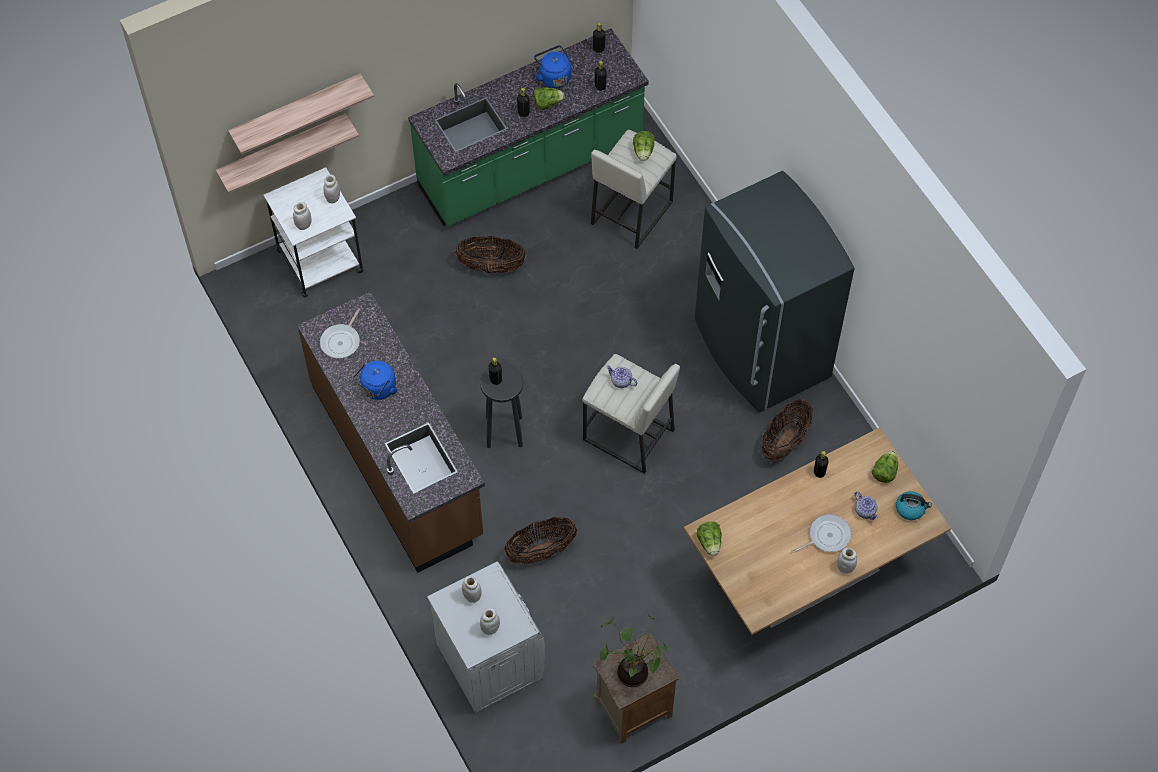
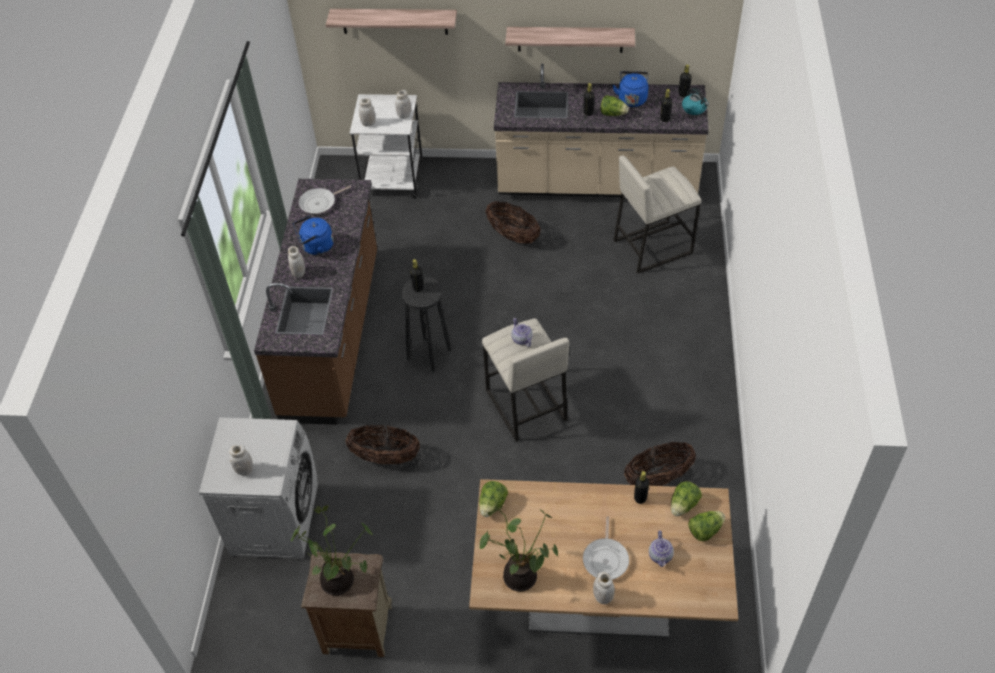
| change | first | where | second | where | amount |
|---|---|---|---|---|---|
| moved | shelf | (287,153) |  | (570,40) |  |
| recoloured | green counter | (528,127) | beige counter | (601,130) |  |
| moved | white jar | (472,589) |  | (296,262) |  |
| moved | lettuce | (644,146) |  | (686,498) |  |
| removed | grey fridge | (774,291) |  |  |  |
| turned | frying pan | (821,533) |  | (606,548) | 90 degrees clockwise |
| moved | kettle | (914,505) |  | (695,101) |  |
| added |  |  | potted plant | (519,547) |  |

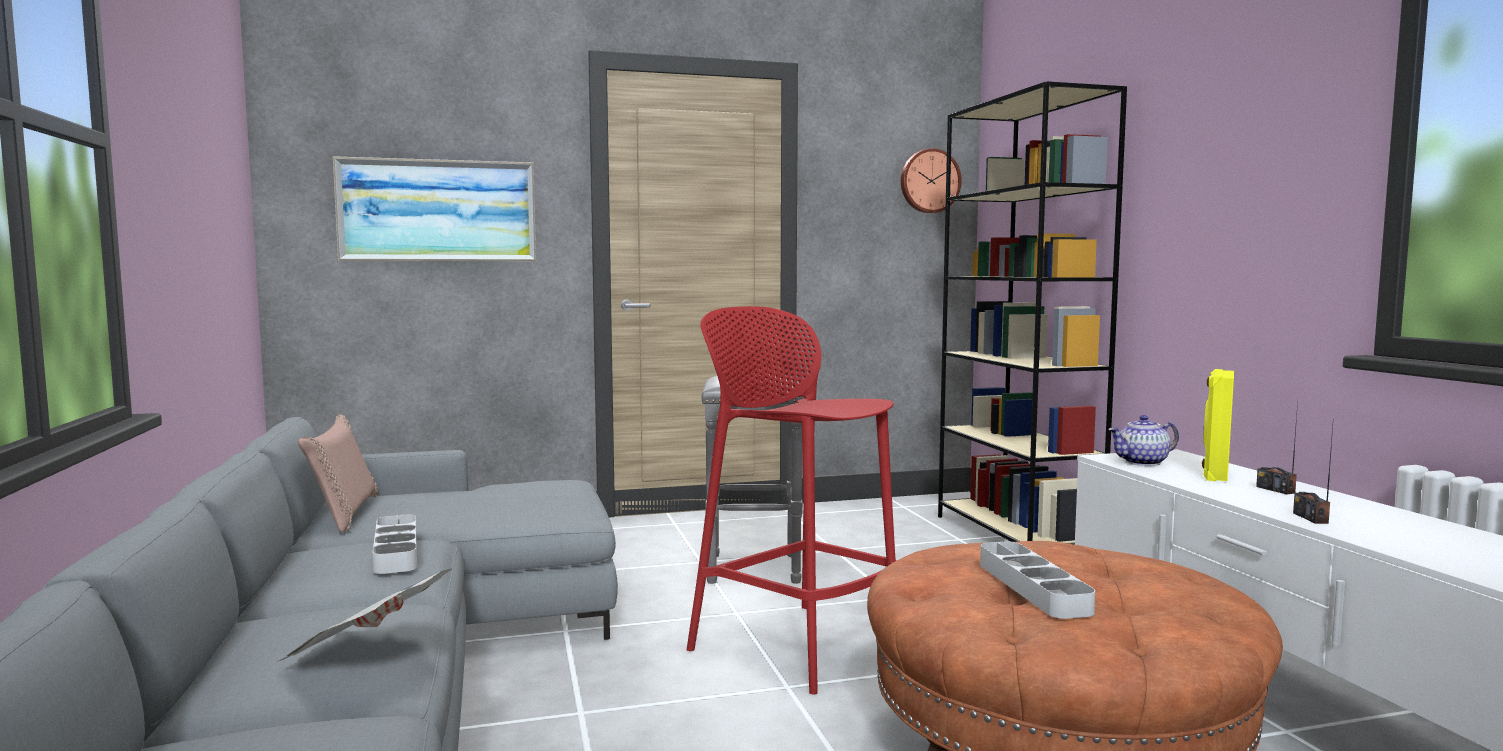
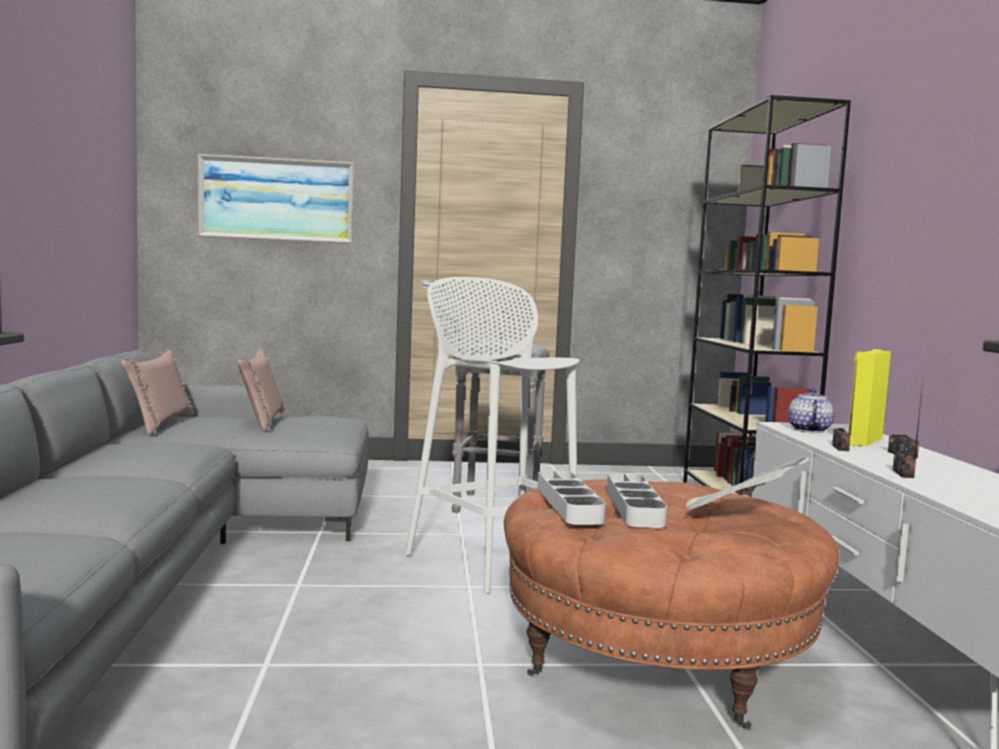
| change | first | where | second | where | amount |
|---|---|---|---|---|---|
| moved | newspaper | (364,615) |  | (748,484) |  |
| moved | grey tray | (395,544) |  | (571,497) |  |
| recoloured | red stool | (792,500) | white stool | (492,435) |  |
| removed | wall clock | (931,180) |  |  |  |
| turned | teapot | (1143,440) |  | (811,410) | 105 degrees clockwise |
| added |  |  | beige pillow | (261,390) |  |
| added |  |  | radio | (844,411) |  |

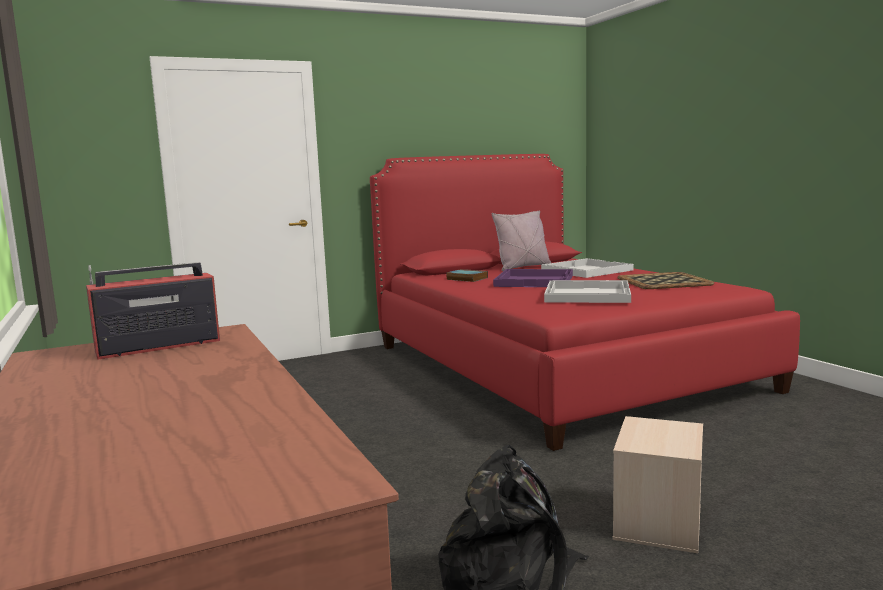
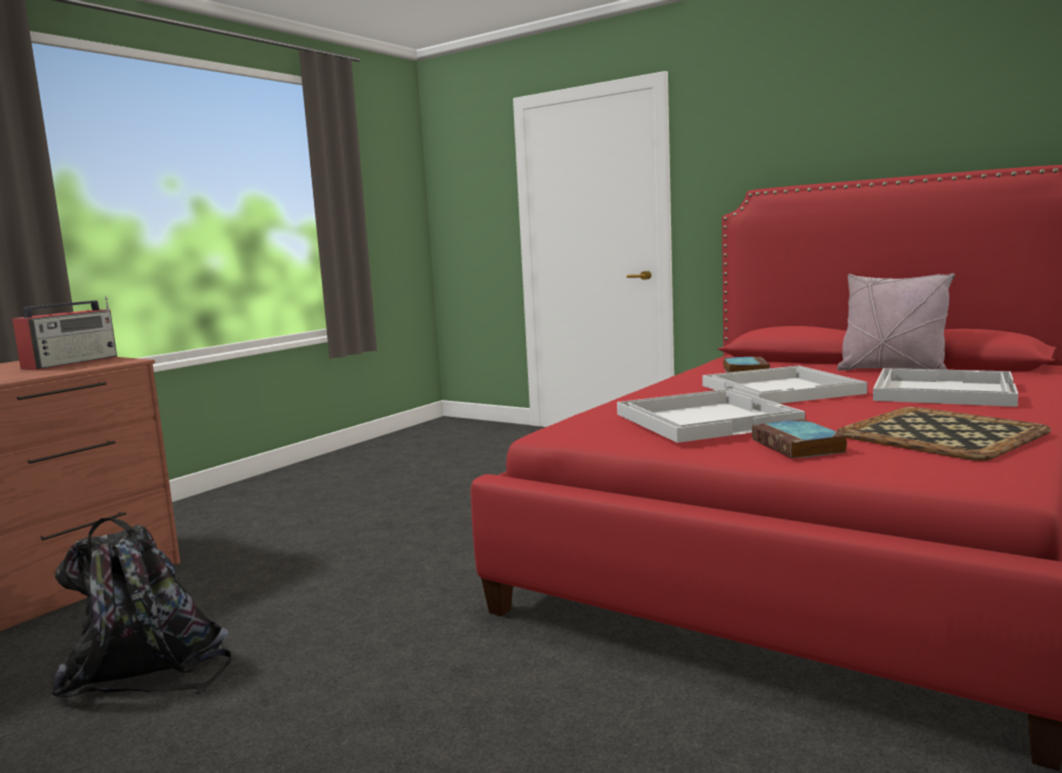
| change | first | where | second | where | amount |
|---|---|---|---|---|---|
| turned | radio | (153,311) |  | (64,333) | 90 degrees clockwise |
| recoloured | purple tray | (533,278) | white tray | (784,385) |  |
| removed | beige storage box | (658,484) |  |  |  |
| added |  |  | book | (799,439) |  |

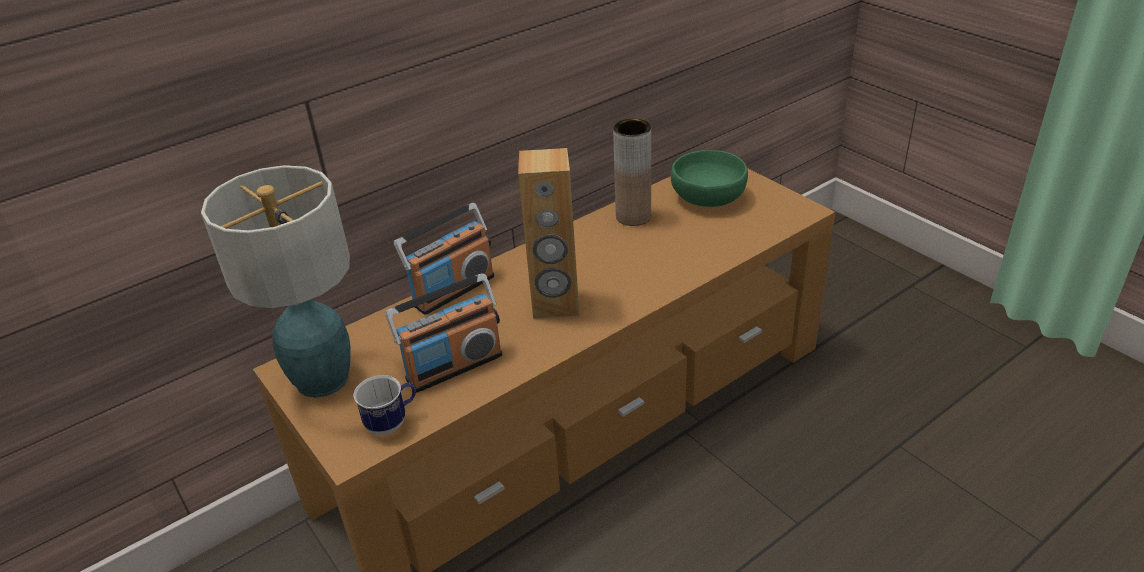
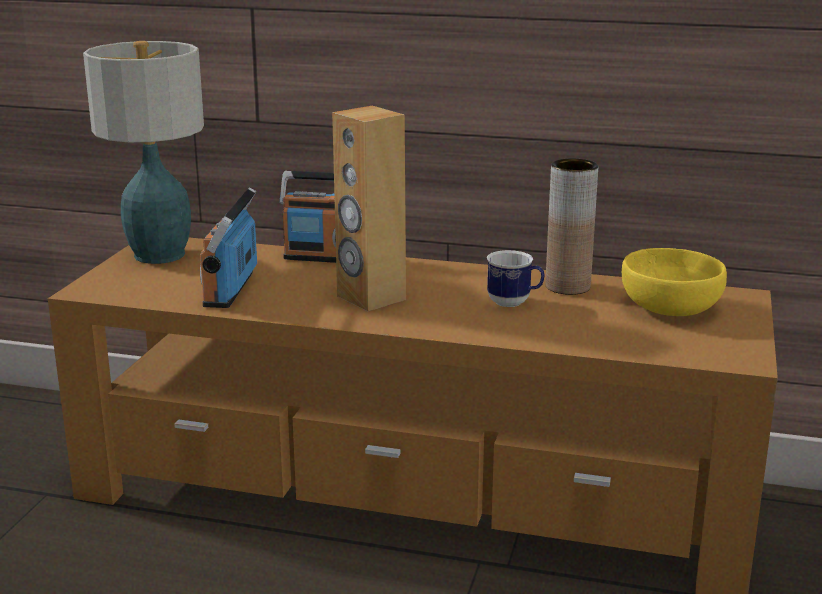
| change | first | where | second | where | amount |
|---|---|---|---|---|---|
| moved | mug | (384,405) |  | (516,278) |  |
| turned | radio | (444,333) |  | (228,247) | 75 degrees clockwise |
| recoloured | green bowl | (709,178) | yellow bowl | (674,282) |  |

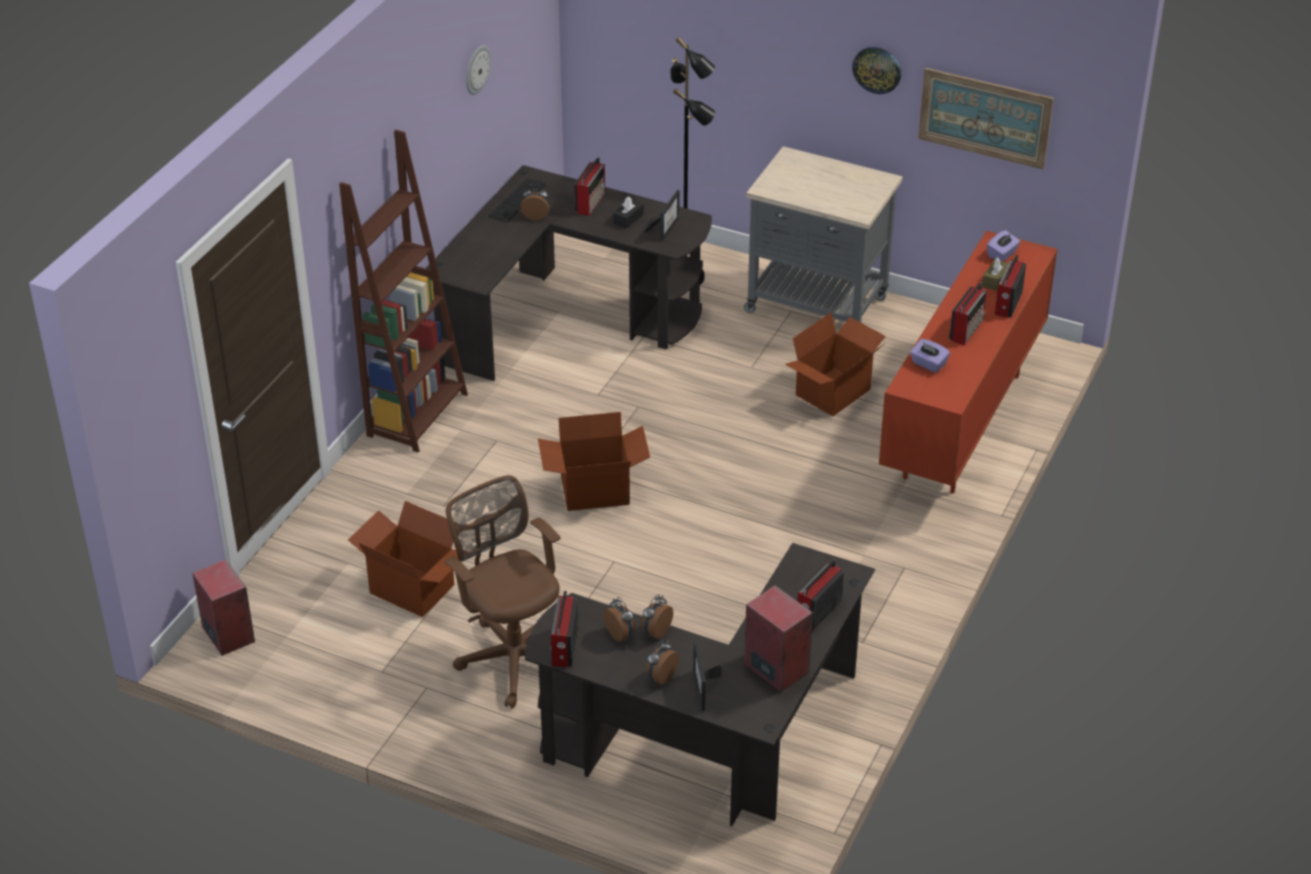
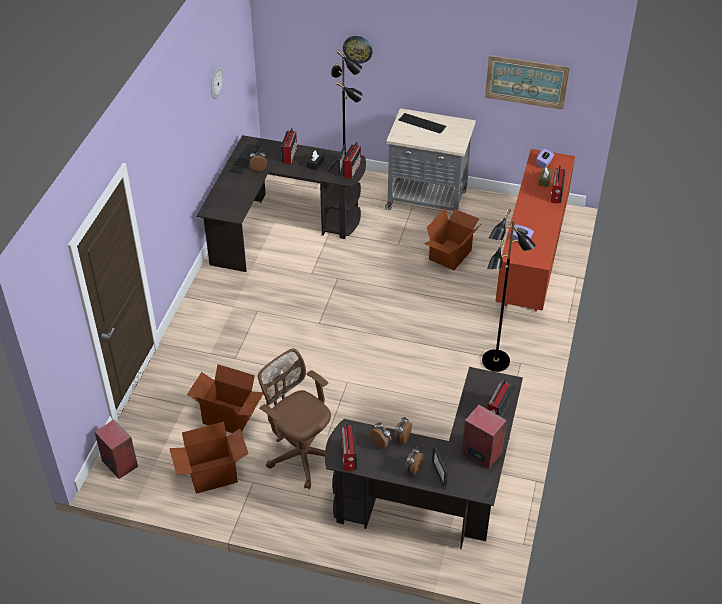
| change | first | where | second | where | amount |
|---|---|---|---|---|---|
| removed | brown bookcase | (403,291) |  |  |  |
| moved | cardboard box | (594,461) |  | (209,458) |  |
| moved | wall clock | (876,70) |  | (358,50) |  |
| moved | radio | (968,313) |  | (352,160) |  |
| added |  |  | keyboard | (422,123) |  |
| added |  |  | black floor lamp | (509,290) |  |

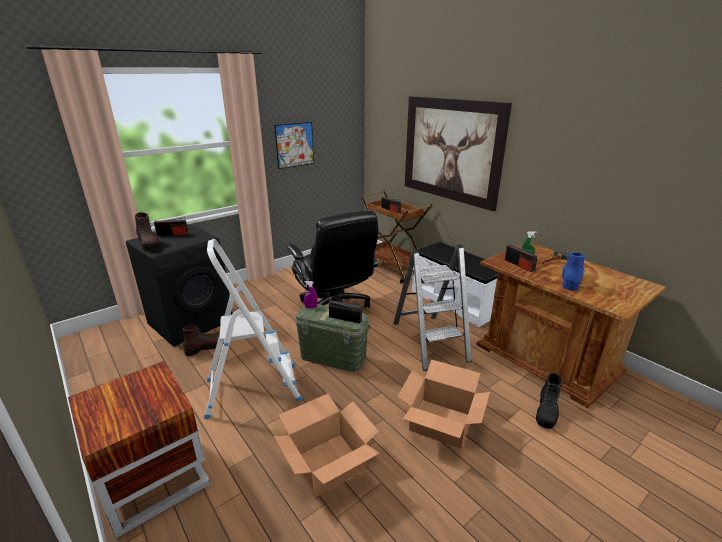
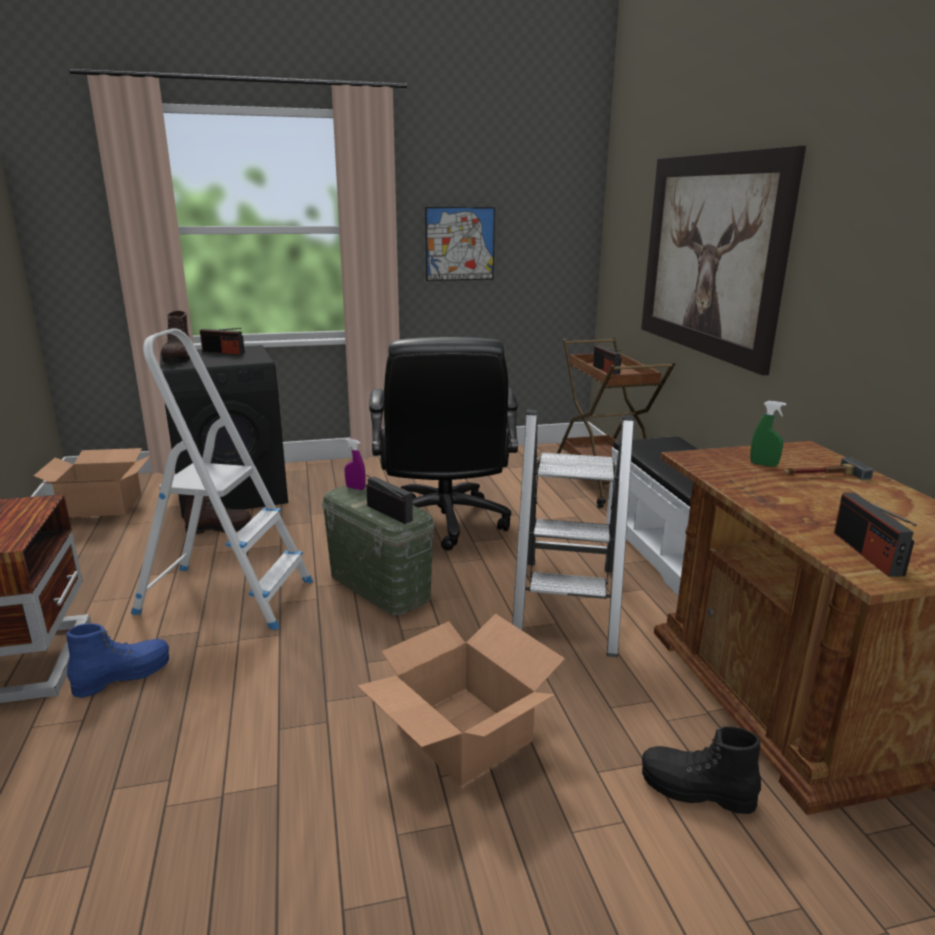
| change | first | where | second | where | amount |
|---|---|---|---|---|---|
| moved | cardboard box | (327,446) |  | (92,482) |  |
| moved | radio | (521,258) |  | (875,535) |  |
| turned | black boot | (549,401) |  | (701,770) | 60 degrees clockwise |
| moved | blue boot | (573,271) |  | (117,660) |  |

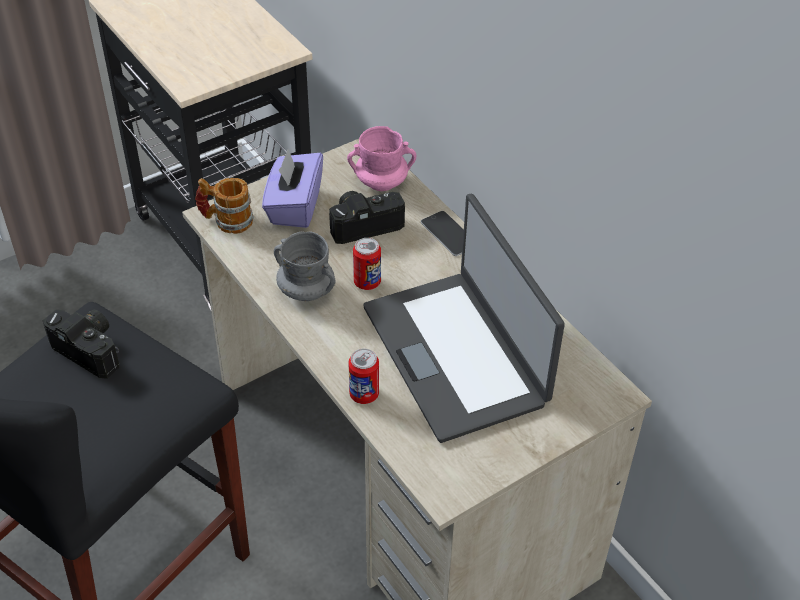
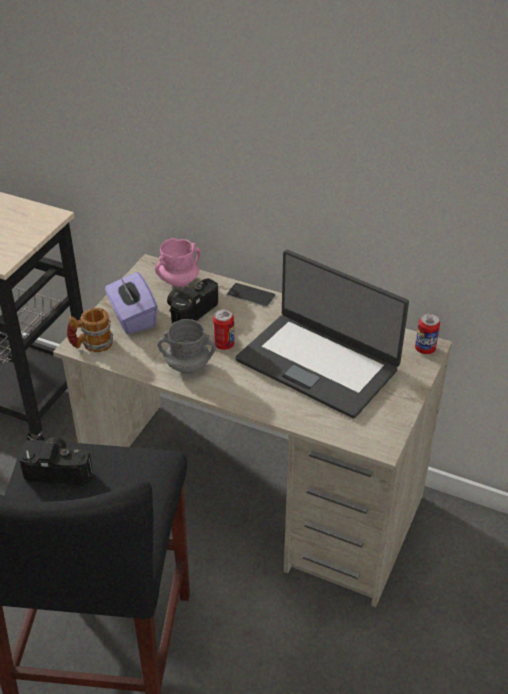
| change | first | where | second | where | amount |
|---|---|---|---|---|---|
| moved | can | (364,376) |  | (427,334) |  |

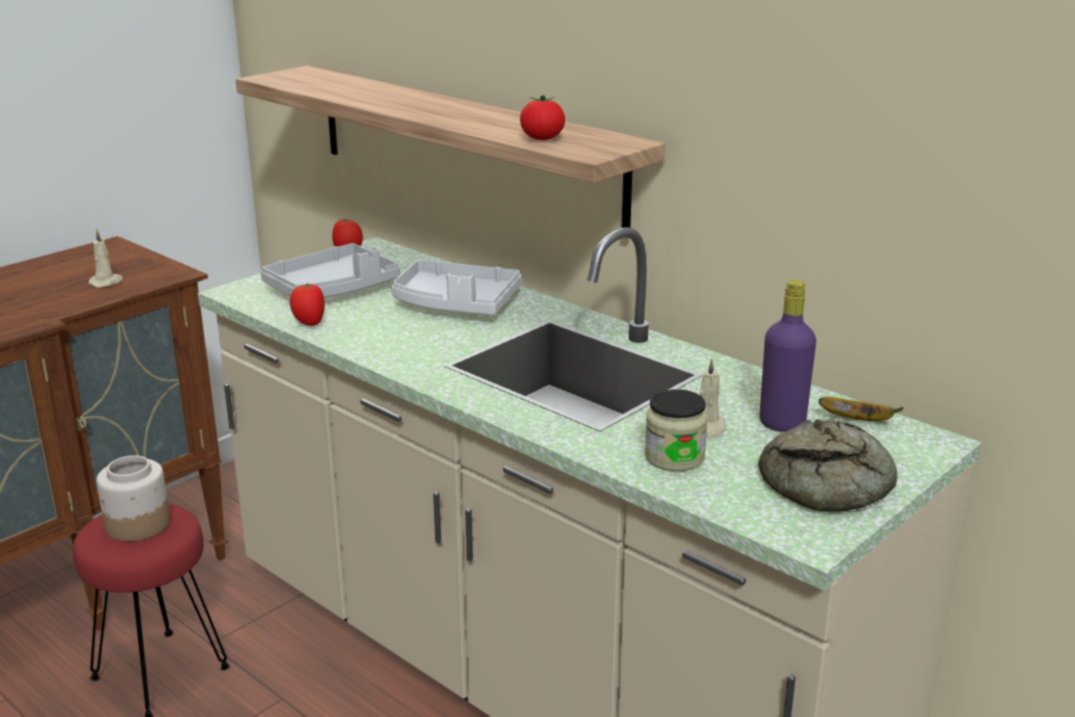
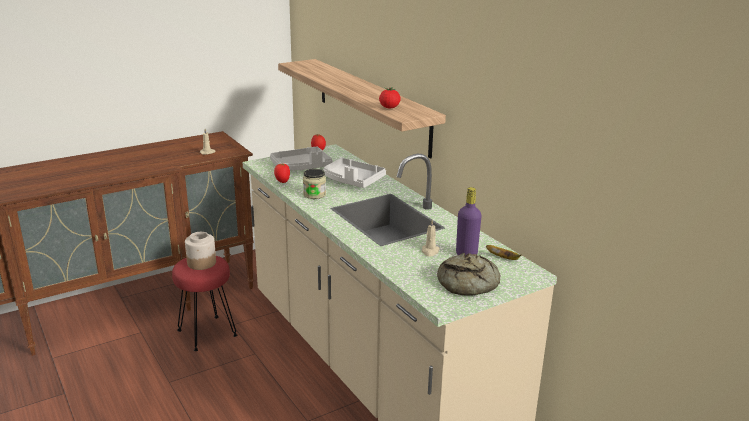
| change | first | where | second | where | amount |
|---|---|---|---|---|---|
| moved | jar | (676,430) |  | (314,184) |  |

